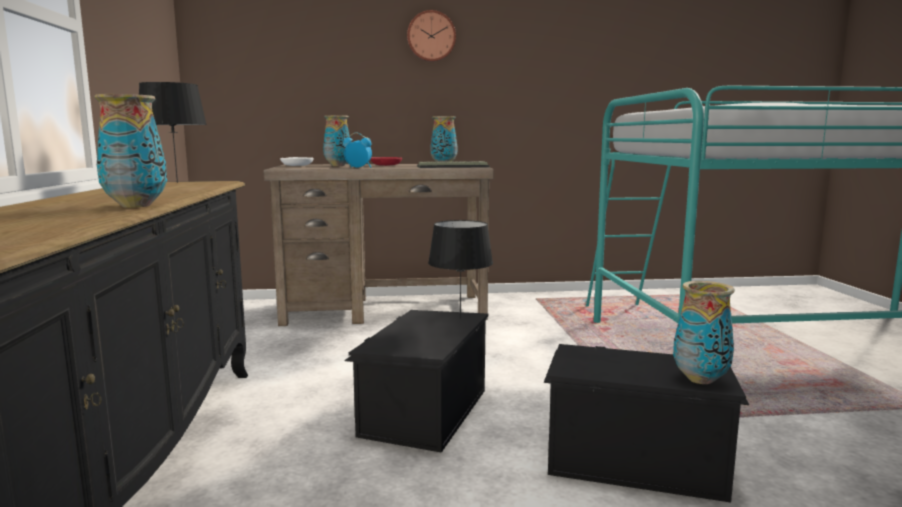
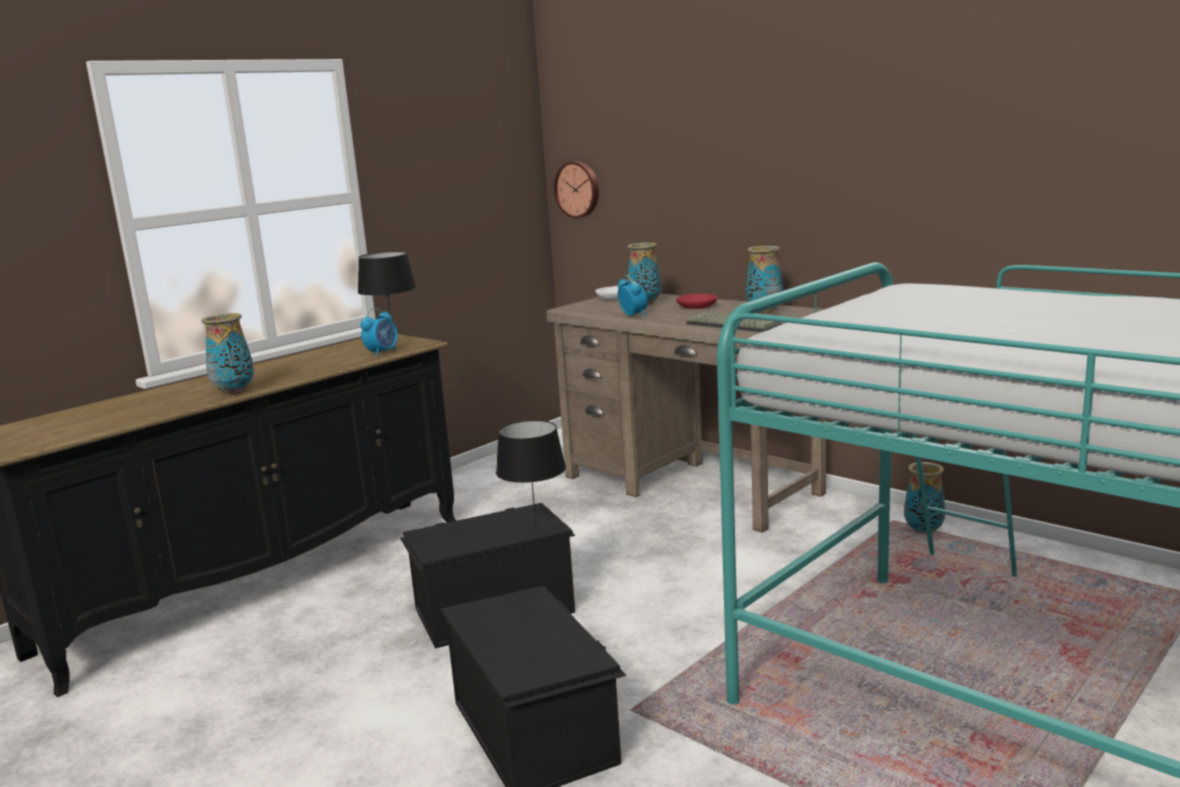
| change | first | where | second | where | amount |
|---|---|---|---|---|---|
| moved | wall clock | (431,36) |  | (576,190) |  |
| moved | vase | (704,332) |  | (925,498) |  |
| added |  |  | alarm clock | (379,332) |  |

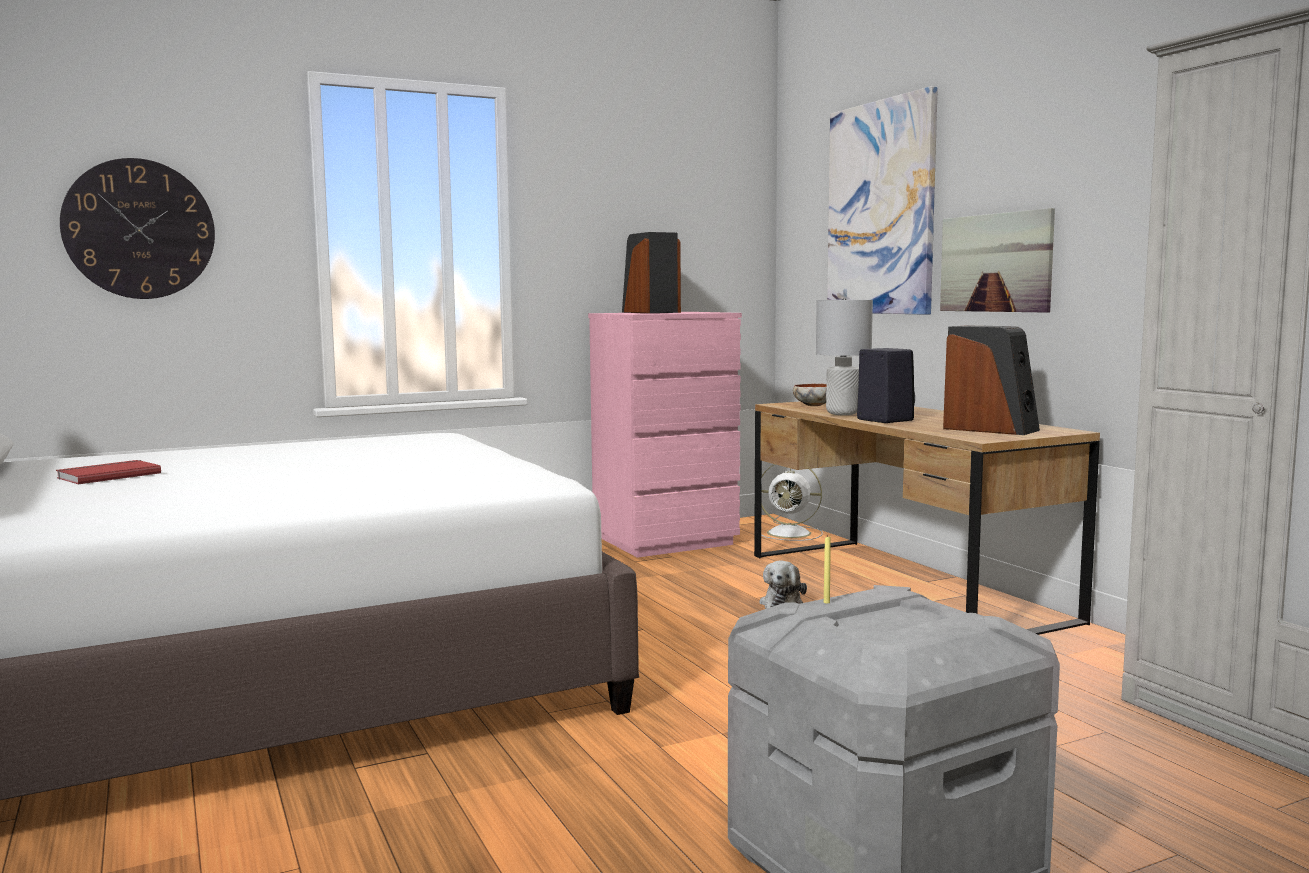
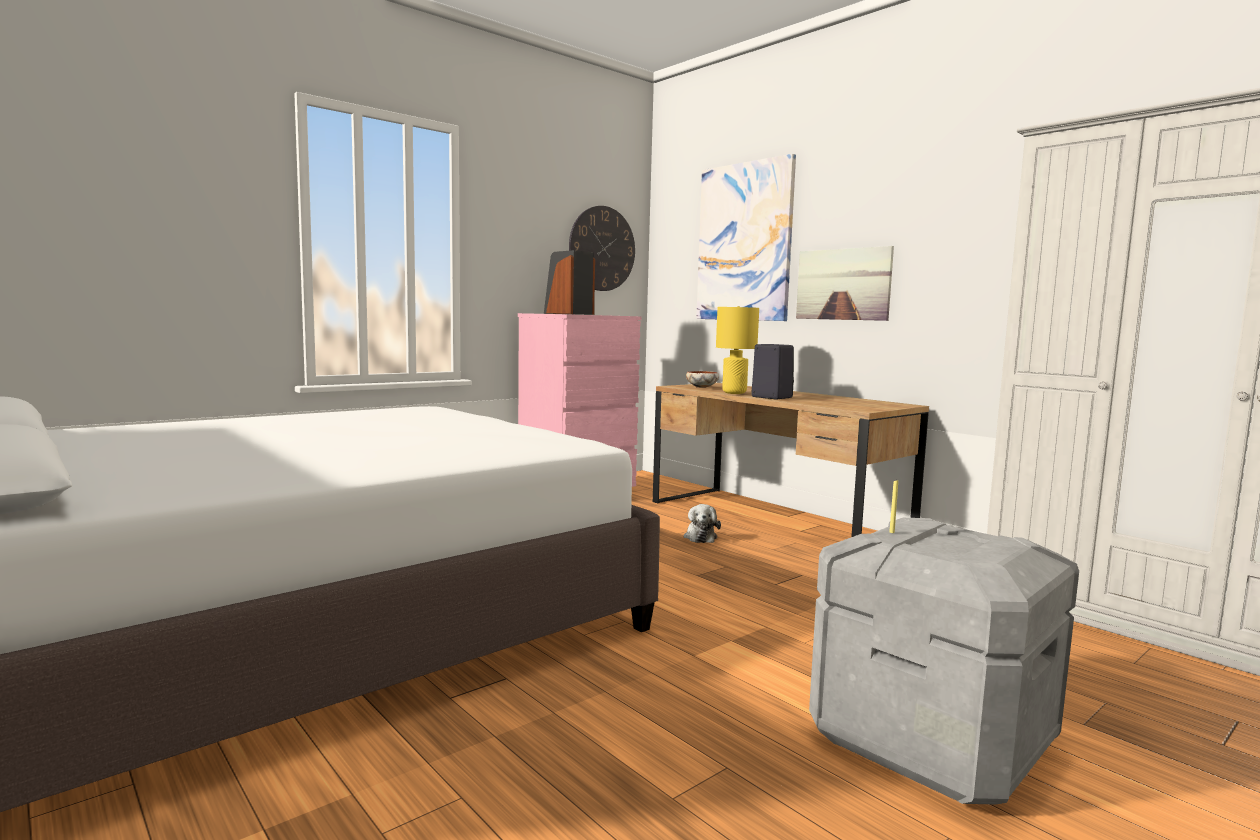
| change | first | where | second | where | amount |
|---|---|---|---|---|---|
| removed | red book | (108,472) |  |  |  |
| moved | wall clock | (137,228) |  | (602,248) |  |
| removed | white fan | (792,502) |  |  |  |
| recoloured | grey table lamp | (844,356) | yellow table lamp | (737,350) |  |
| removed | speaker | (991,380) |  |  |  |

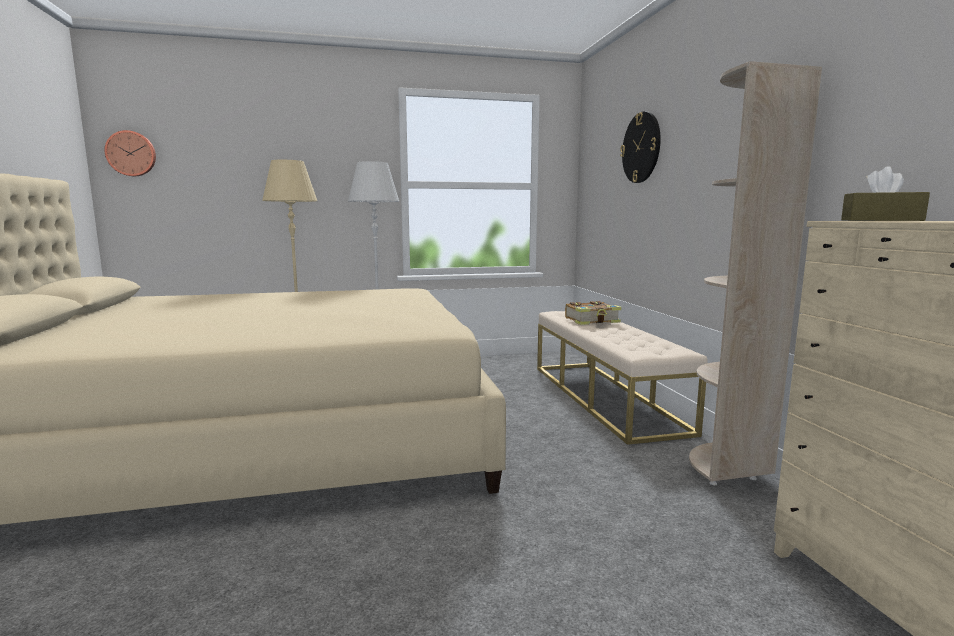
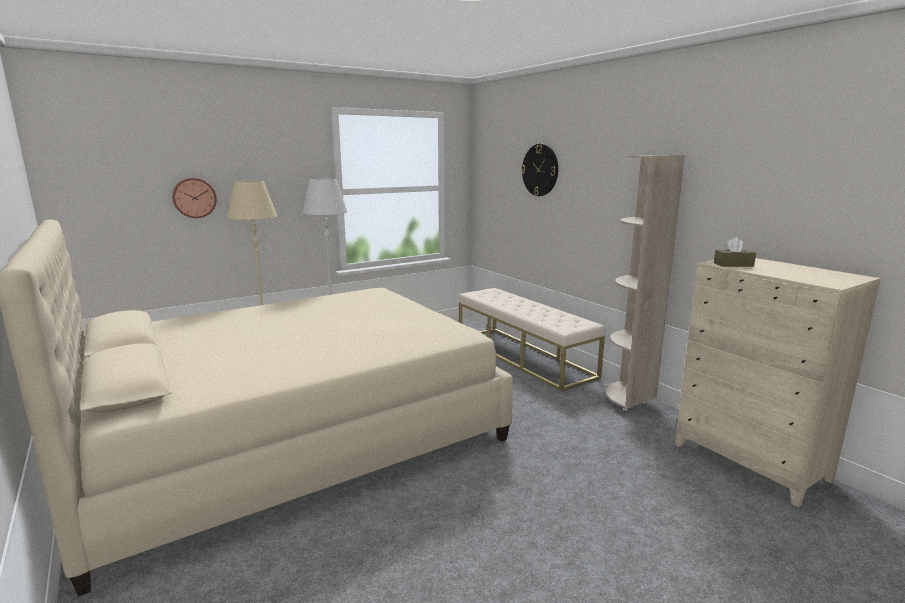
| change | first | where | second | where | amount |
|---|---|---|---|---|---|
| moved | wall clock | (130,153) |  | (194,198) |  |
| removed | book | (593,313) |  |  |  |

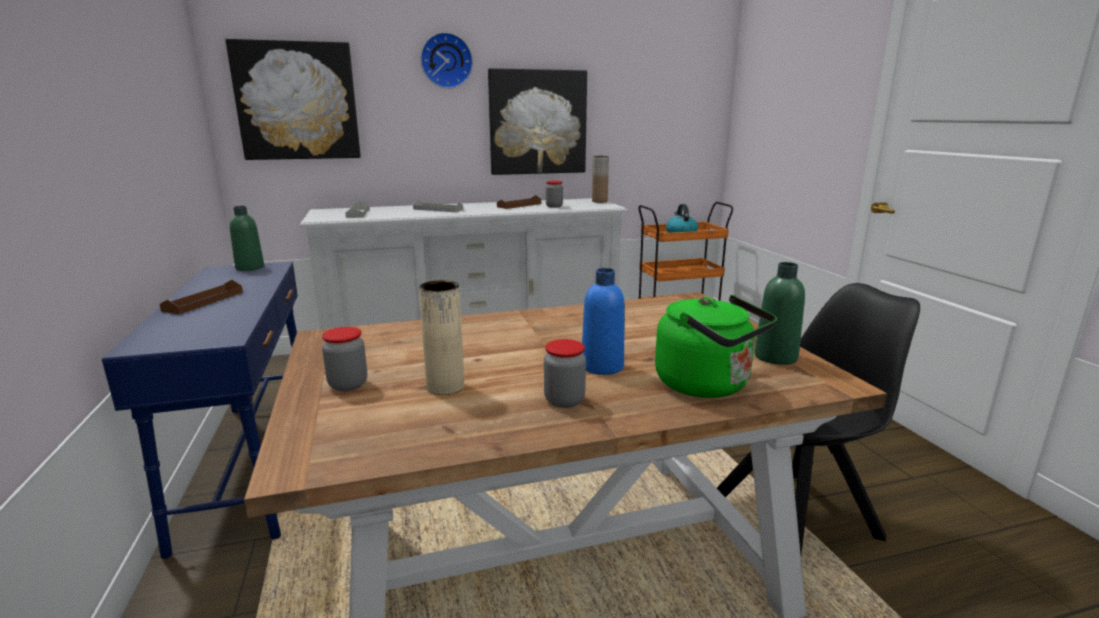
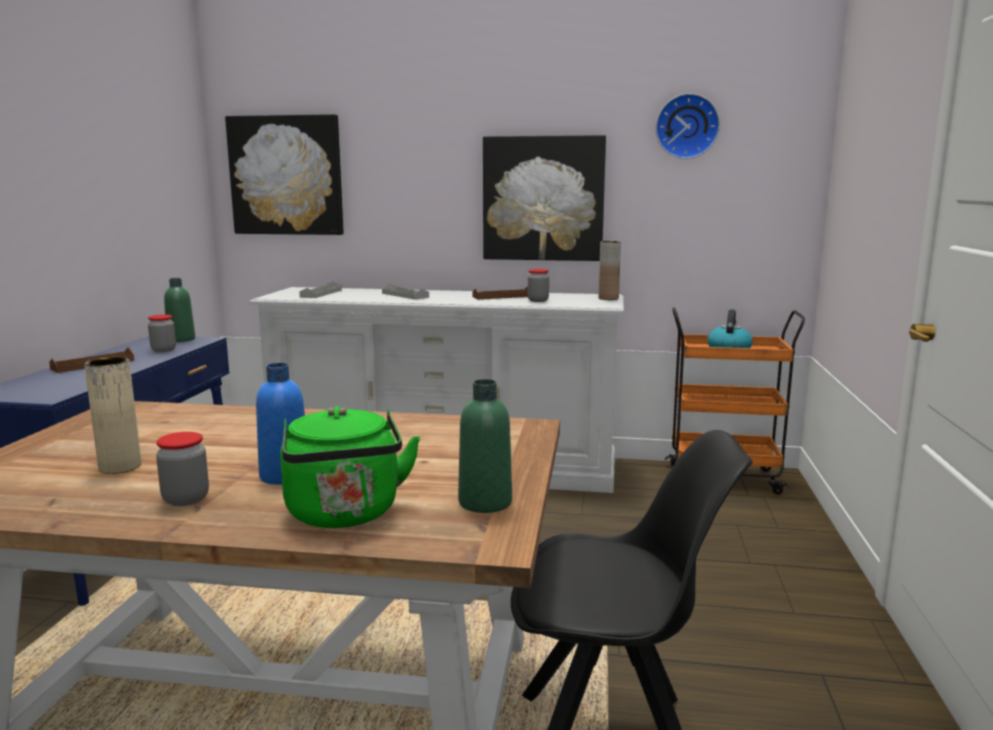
| change | first | where | second | where | amount |
|---|---|---|---|---|---|
| moved | jar | (344,359) |  | (162,333) |  |
| moved | wall clock | (446,60) |  | (688,126) |  |

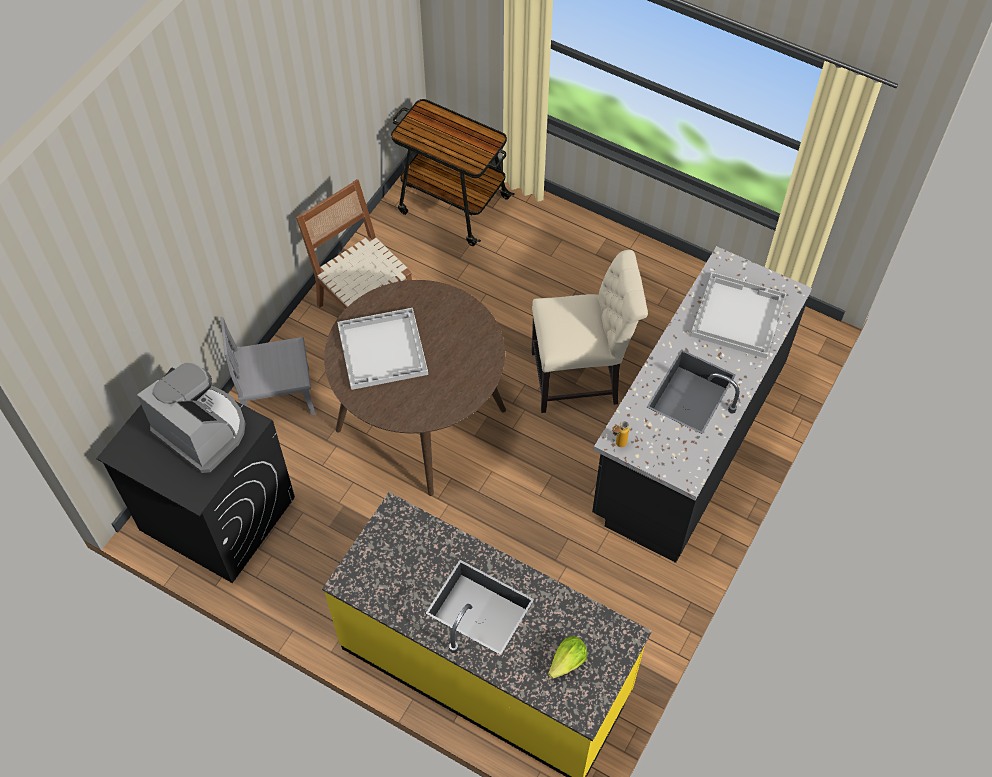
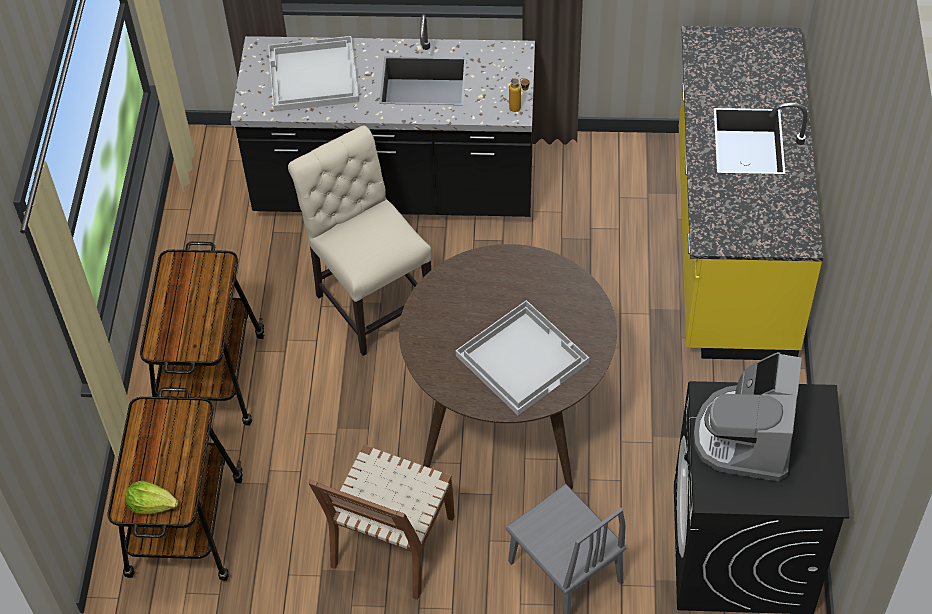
| change | first | where | second | where | amount |
|---|---|---|---|---|---|
| moved | lettuce | (567,657) |  | (151,497) |  |
| added |  |  | cart | (202,334) |  |

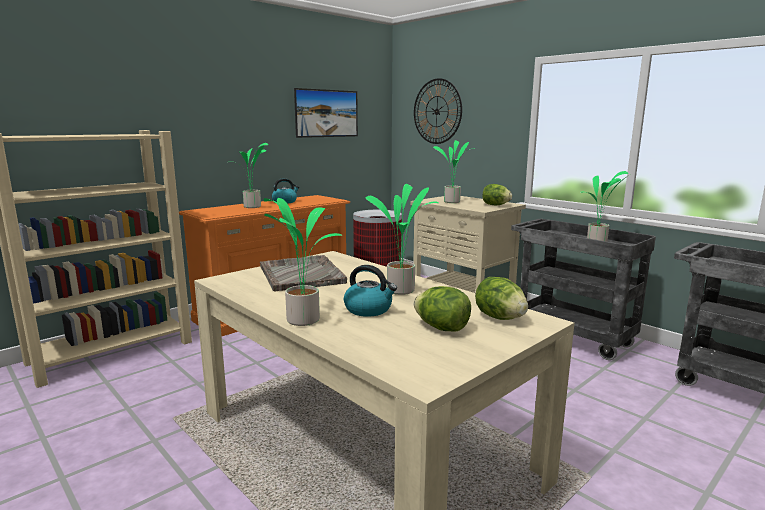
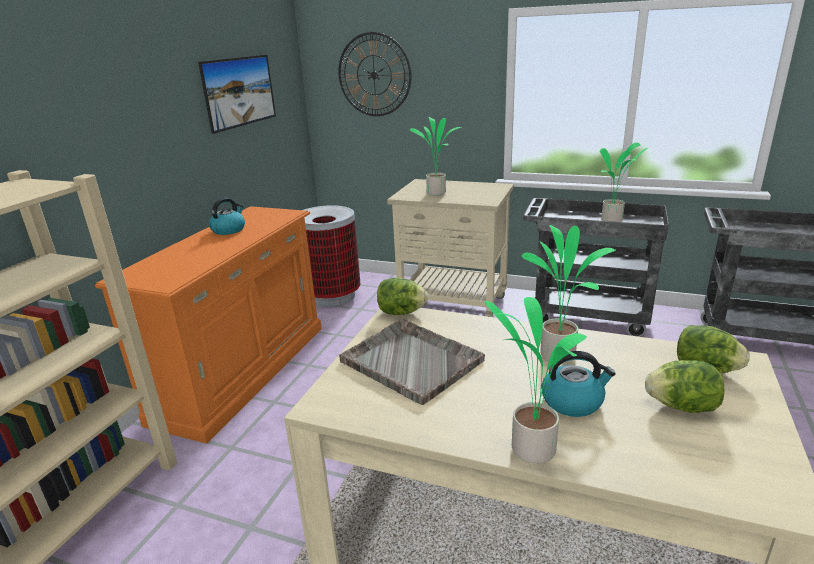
| change | first | where | second | where | amount |
|---|---|---|---|---|---|
| removed | potted plant | (248,175) |  |  |  |
| moved | lettuce | (497,194) |  | (402,296) |  |

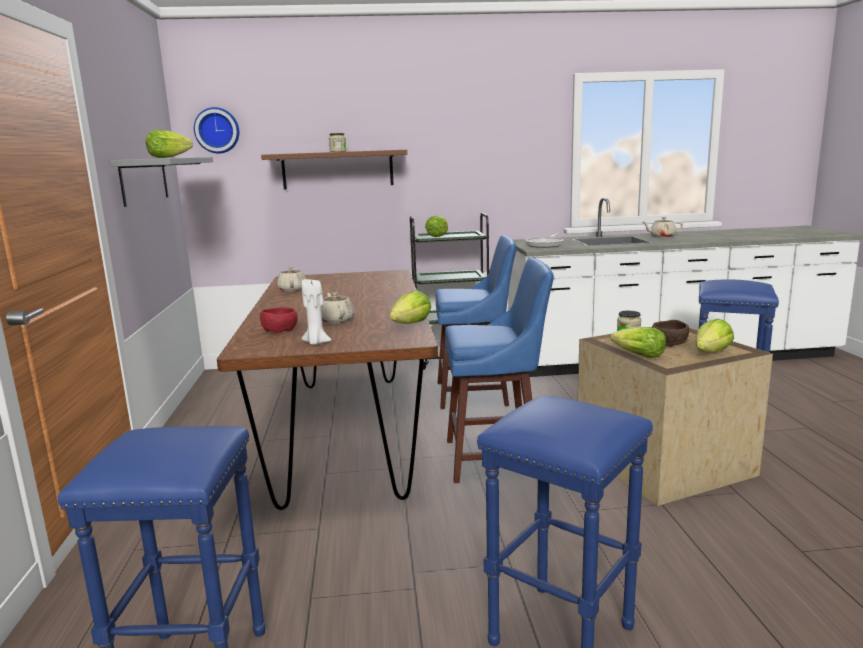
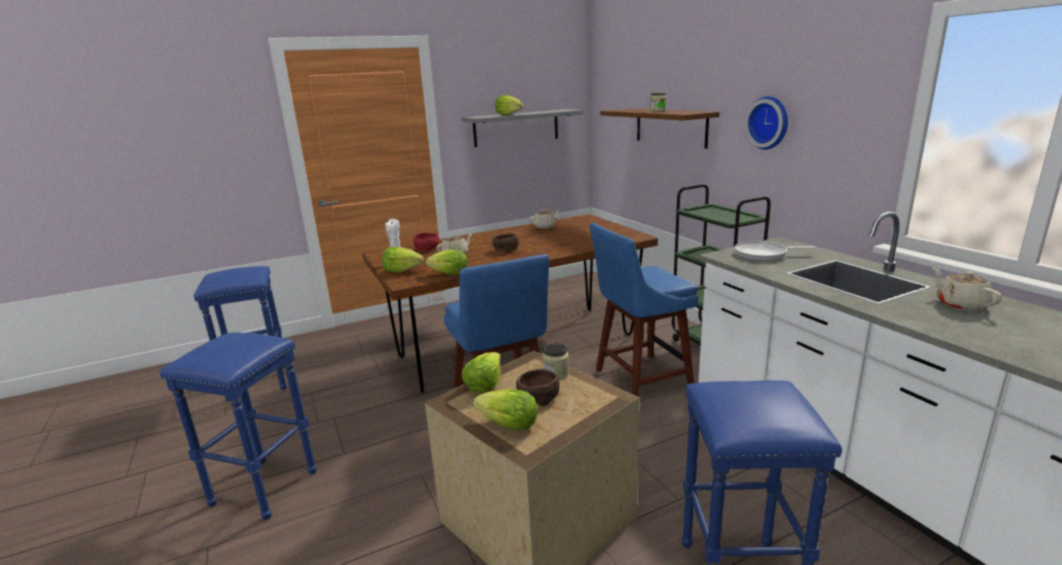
| change | first | where | second | where | amount |
|---|---|---|---|---|---|
| moved | wall clock | (216,130) |  | (766,123) |  |
| moved | lettuce | (436,226) |  | (402,259) |  |
| turned | blue chair | (476,322) |  | (644,310) | 90 degrees clockwise |
| added |  |  | brown bowl | (505,243) |  |

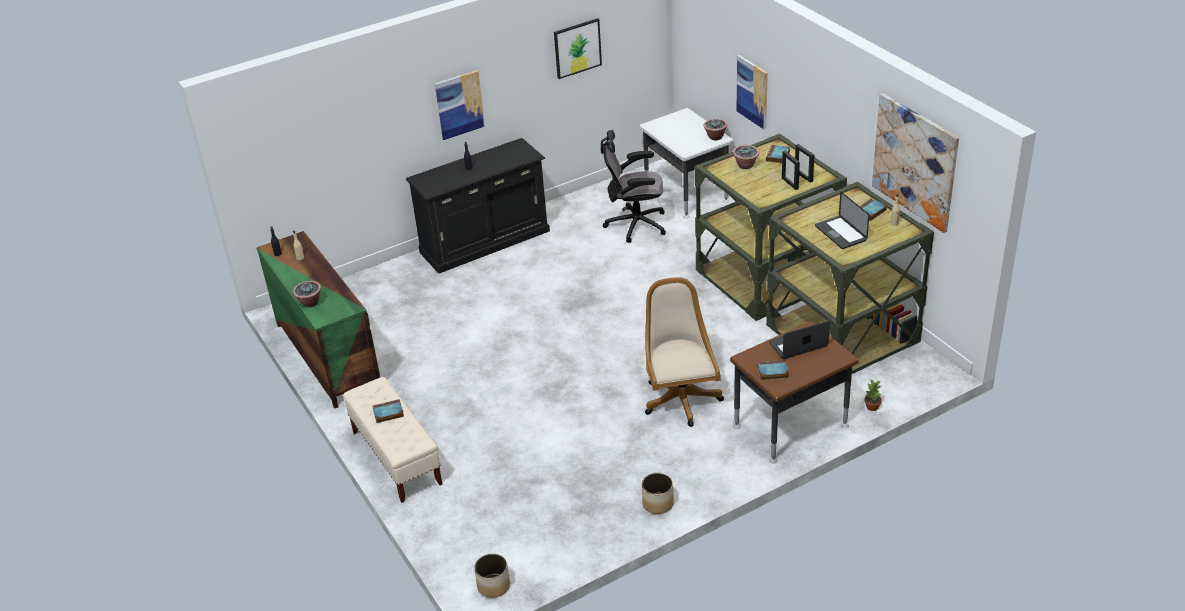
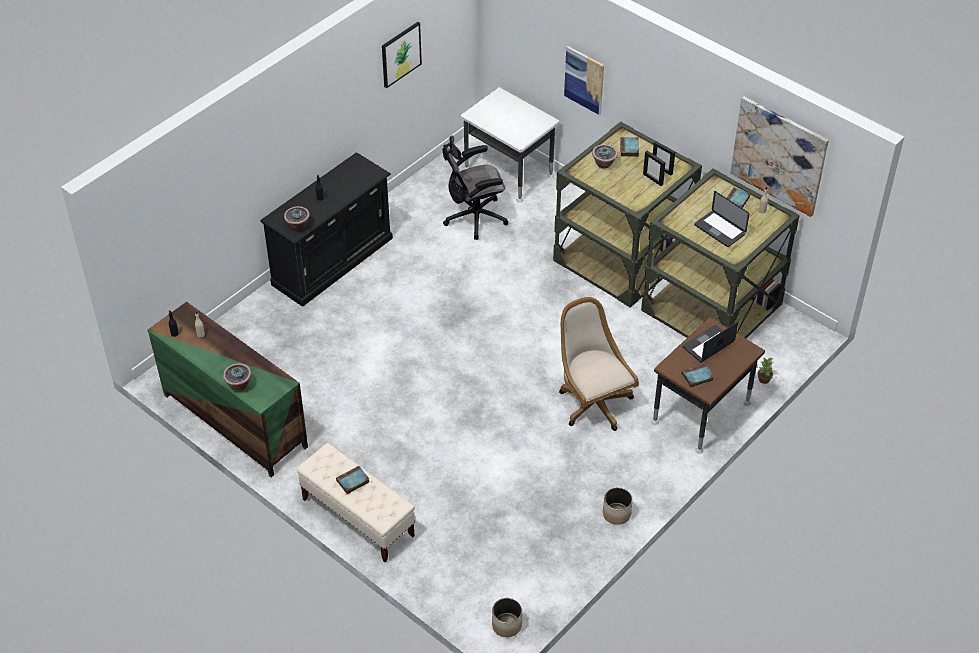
| change | first | where | second | where | amount |
|---|---|---|---|---|---|
| removed | picture | (460,105) |  |  |  |
| moved | potted plant | (715,129) |  | (297,218) |  |

